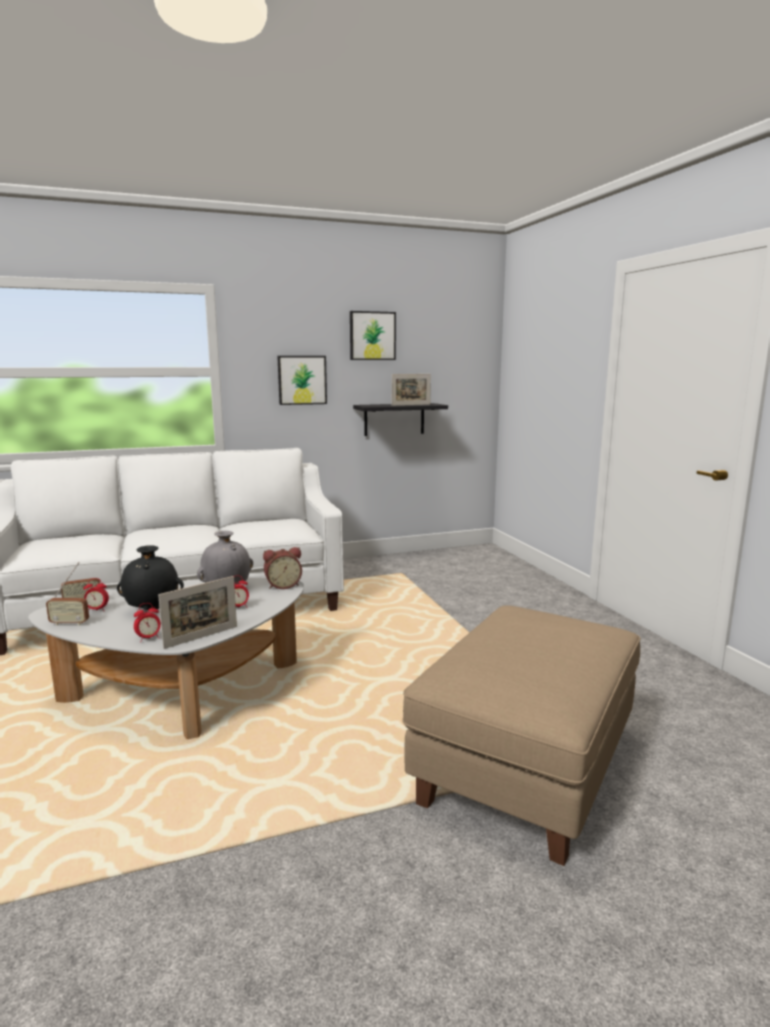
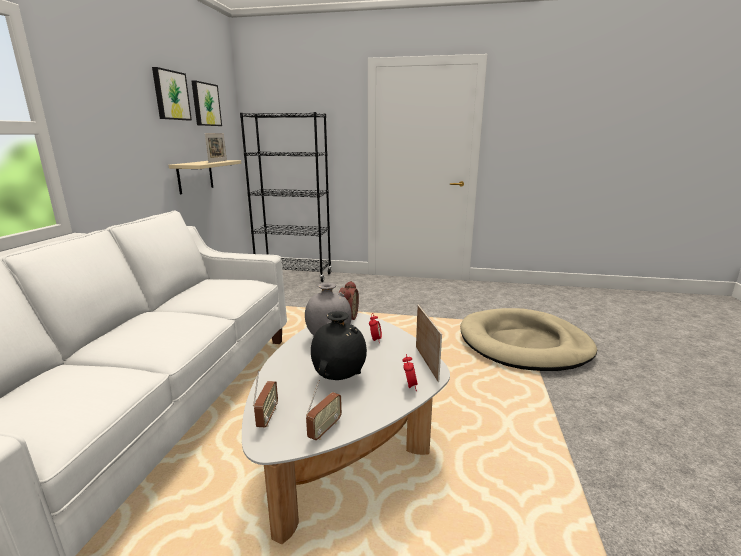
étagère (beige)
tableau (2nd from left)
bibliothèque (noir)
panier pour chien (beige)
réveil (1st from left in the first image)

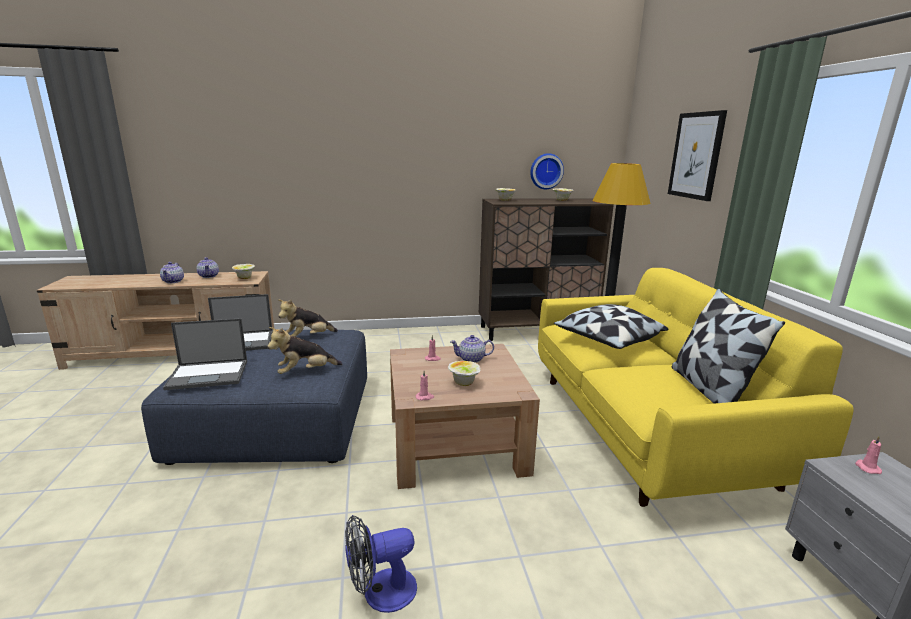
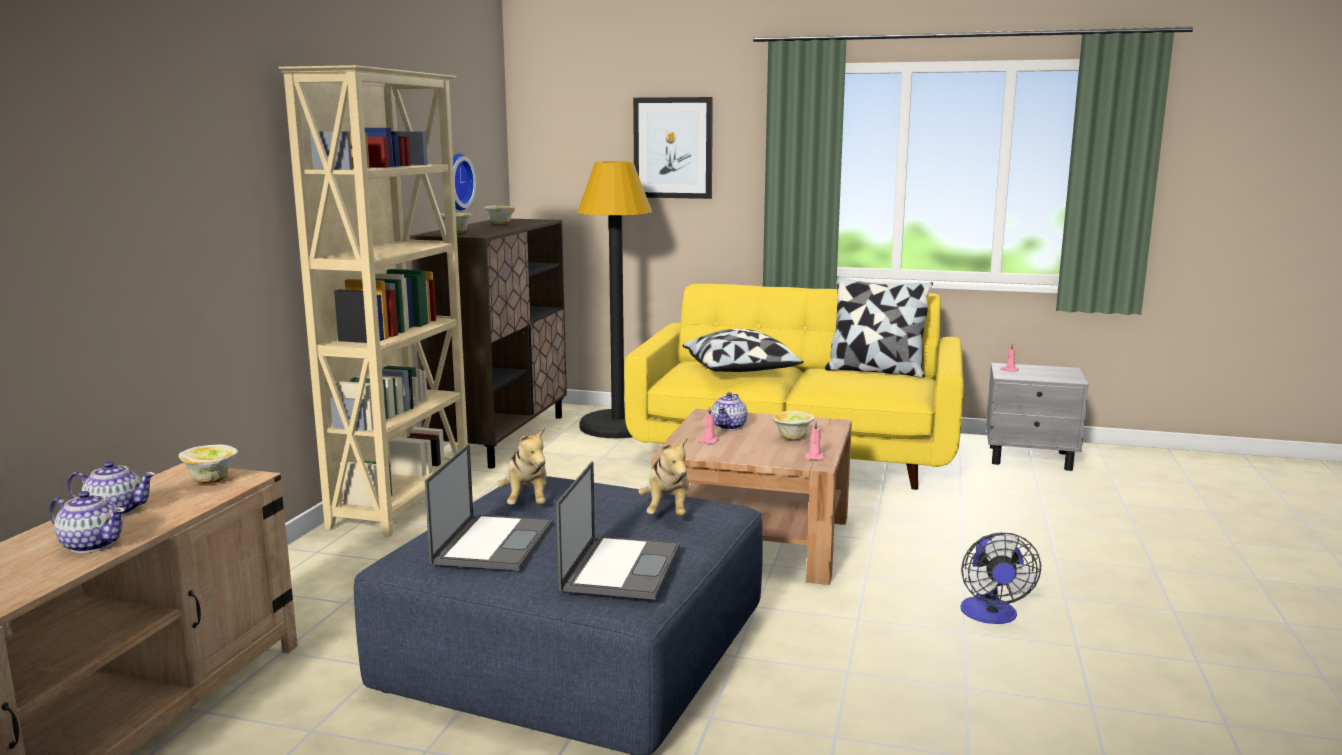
bibliothèque (beige)

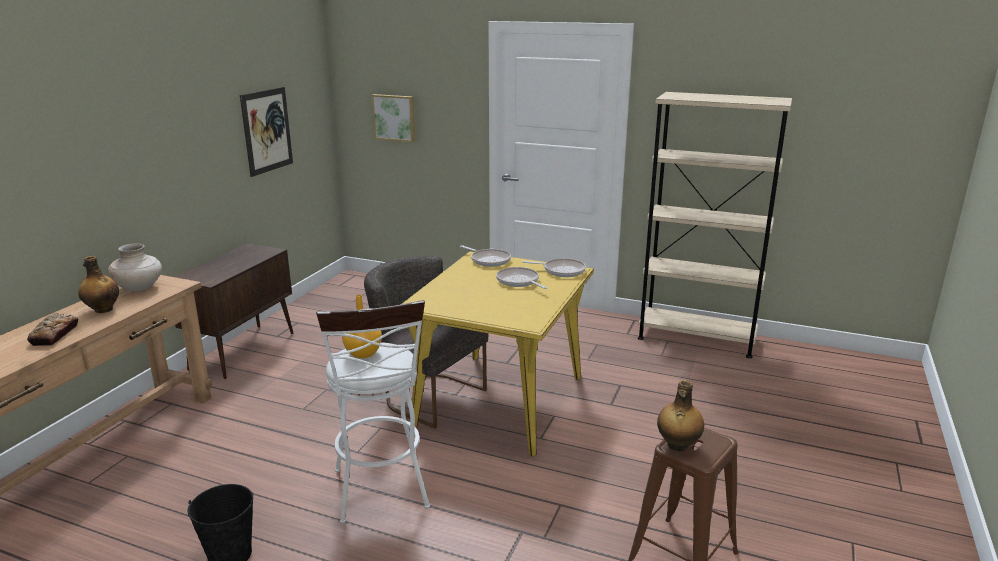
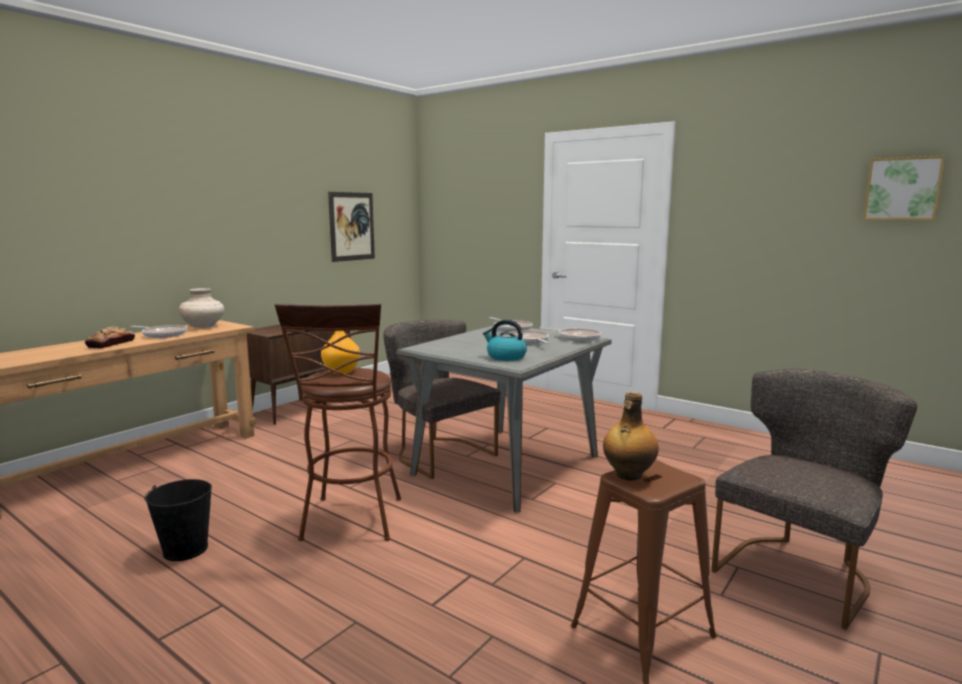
poêle (1st from left)
tabouret (marron) (1st from left)
table à manger (gris)
bouilloire
chaise (gris) (2nd from left)
tableau (2nd from left)
bibliothèque (beige)

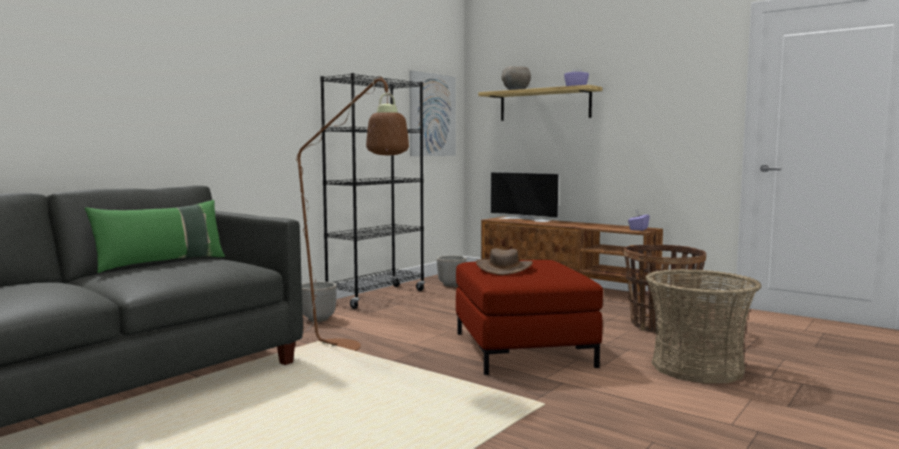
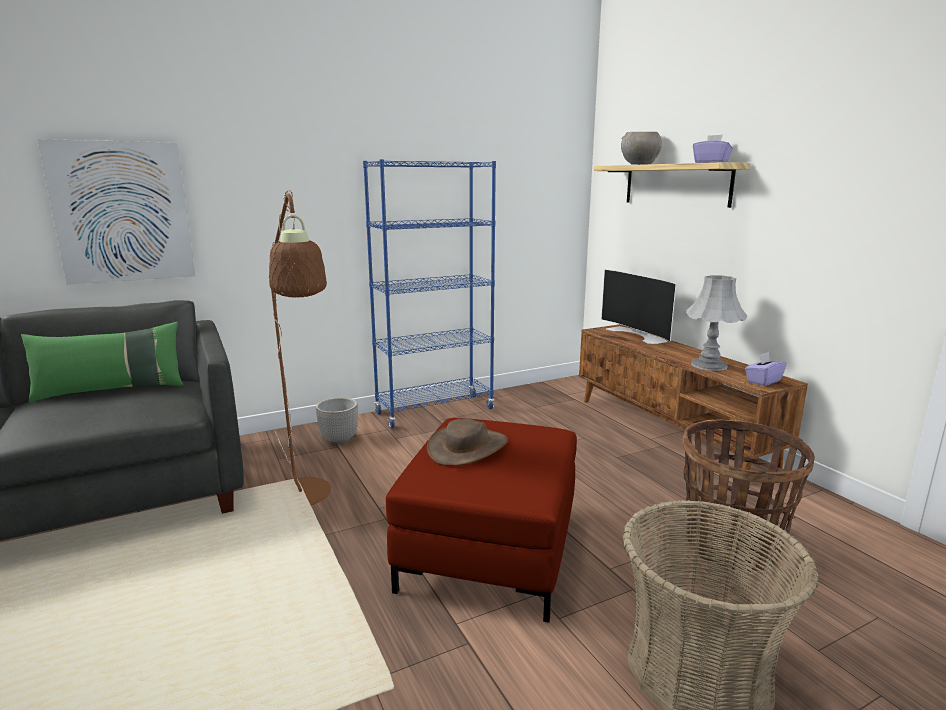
tableau
bibliothèque (bleu)
lampe de table (gris)
cache-pot (2nd from left in the first image)

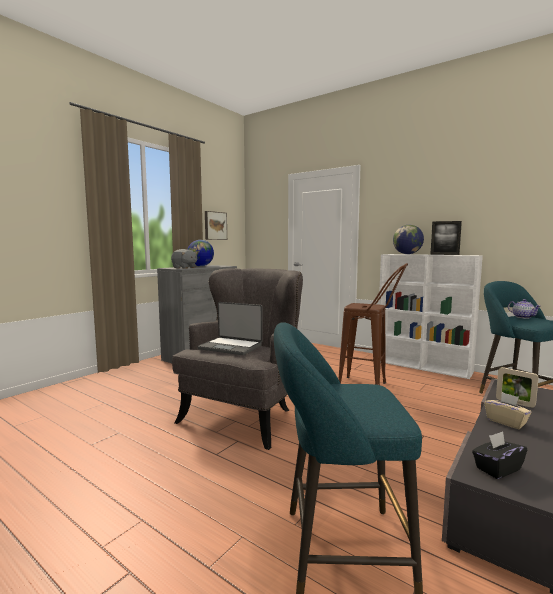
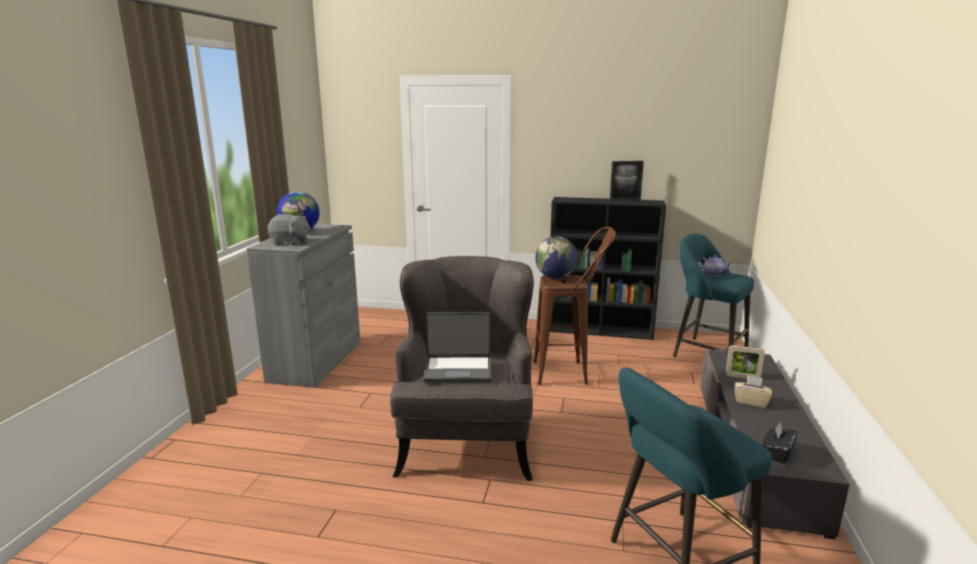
globe (2nd from left)
bibliothèque (noir)
tableau

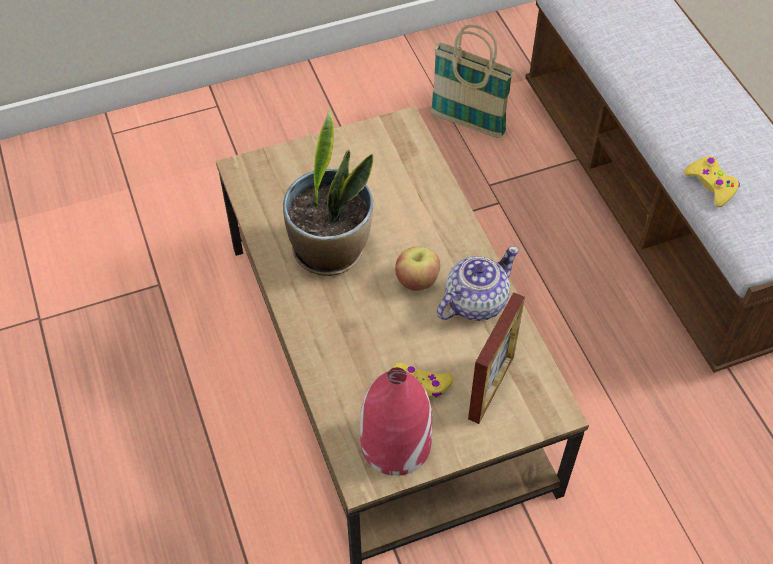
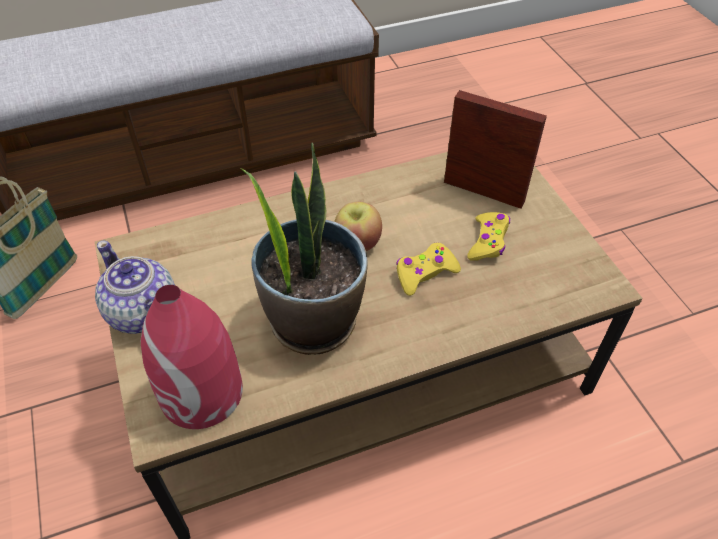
théière
vase (rouge)
manette (jaune) (1st from left)

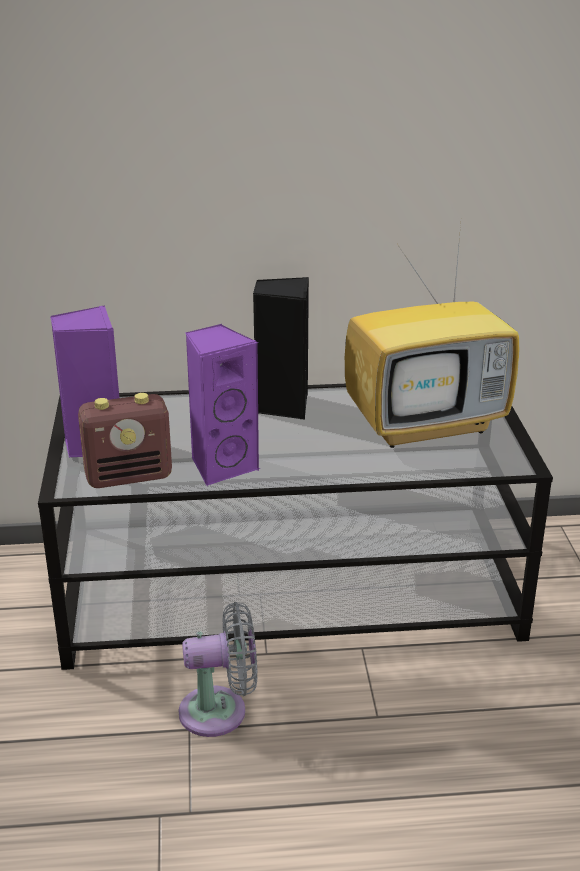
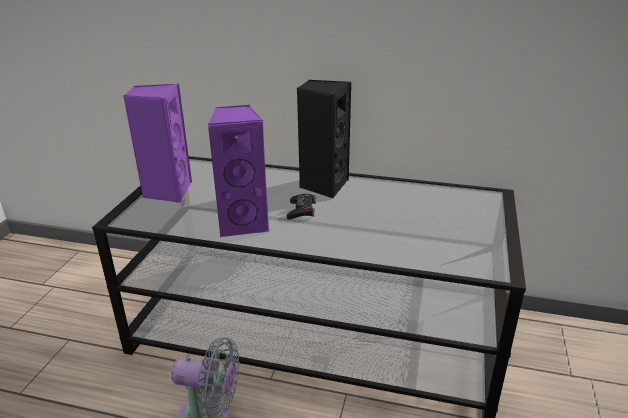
manette (noir)
radio
téléviseur

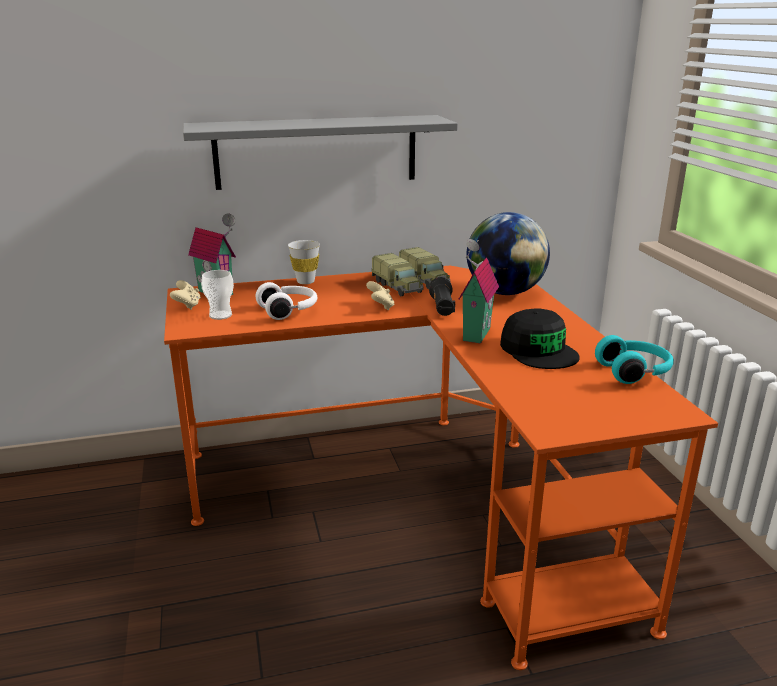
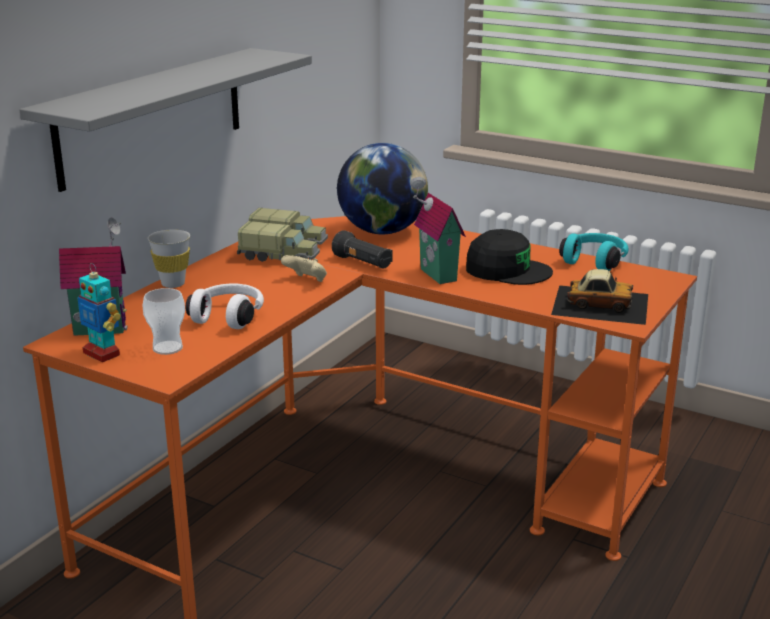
robot jouet
petite voiture

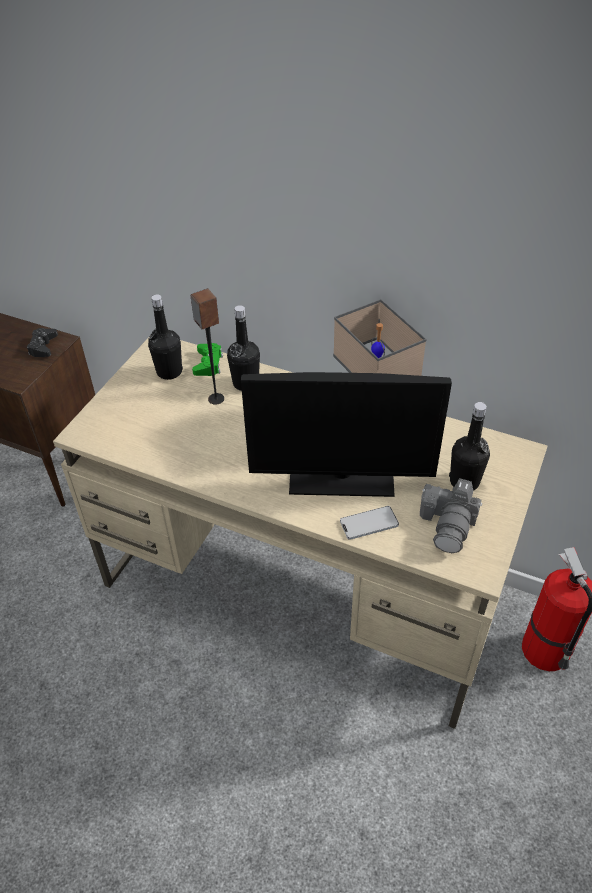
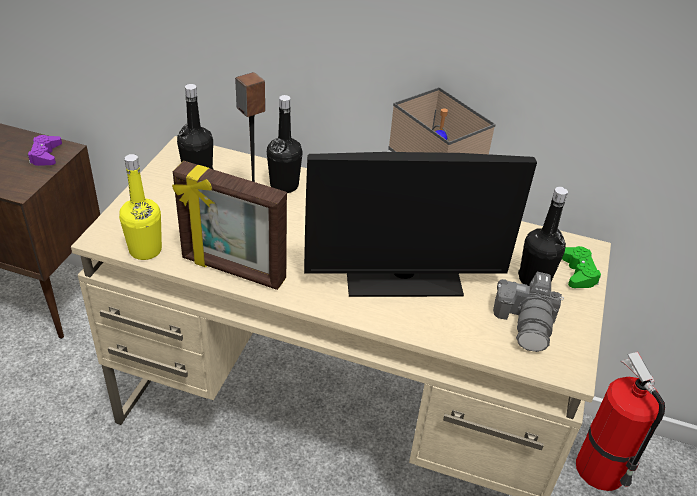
manette (violet)
bouteille (jaune)
cadre photo
manette (vert)
téléphone

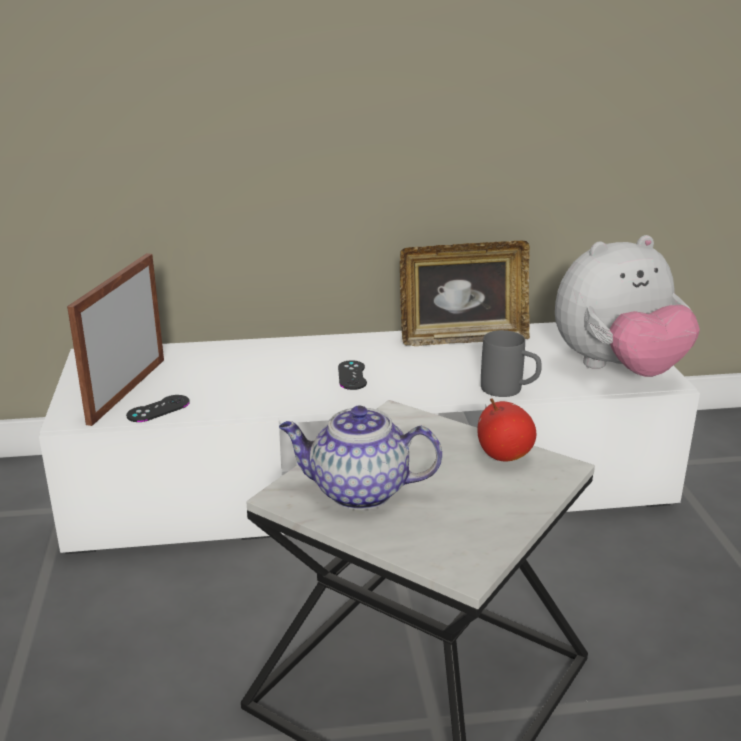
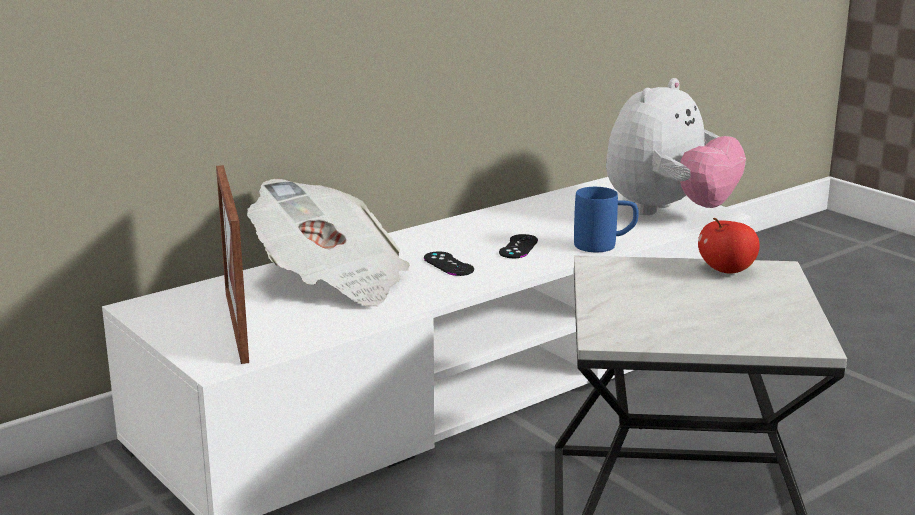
journal
manette (noir) (2nd from left)
mug (bleu)
théière
cadre photo (2nd from left in the first image)

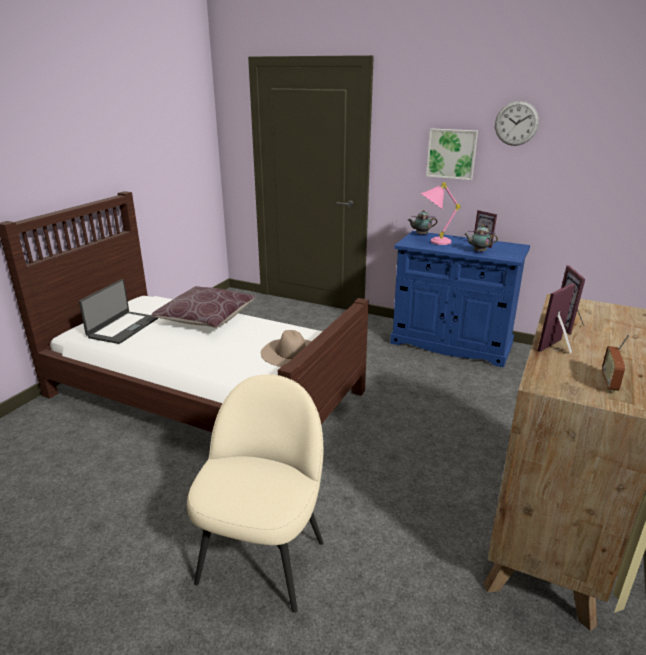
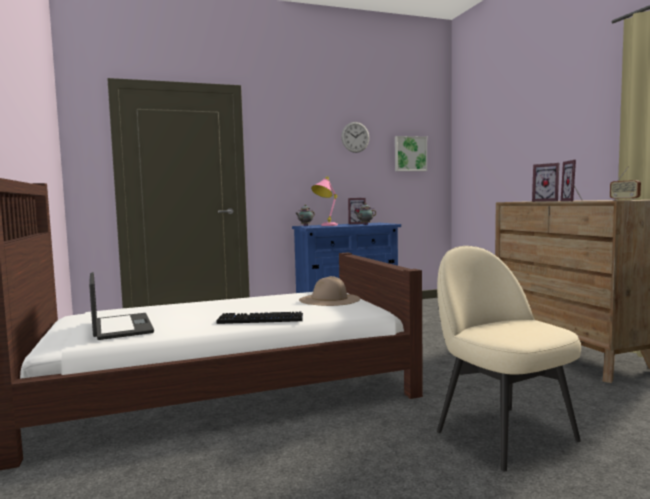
clavier
tableau
coussin (marron)

